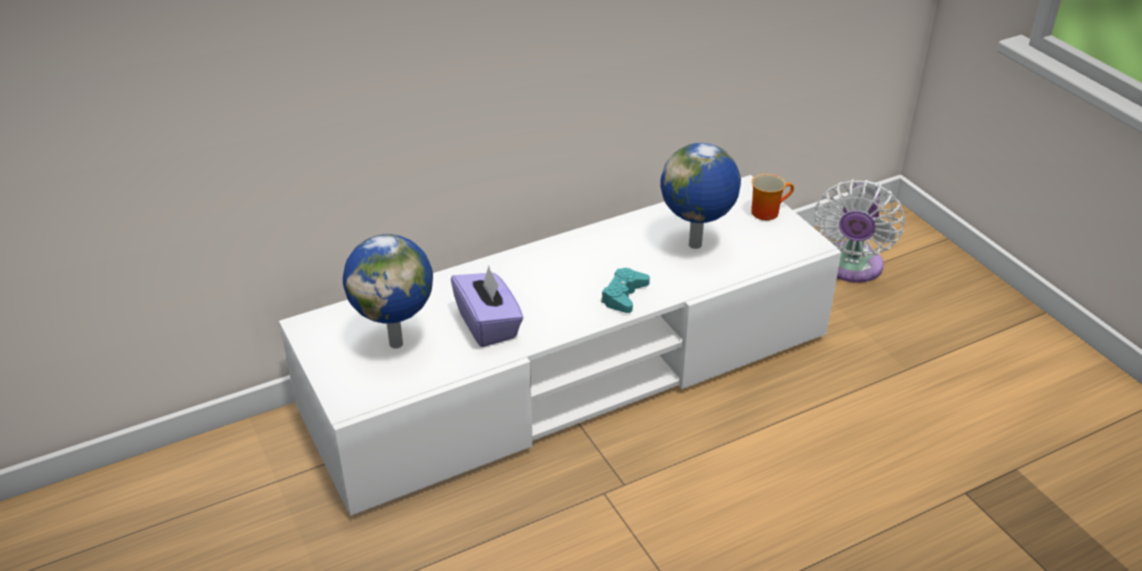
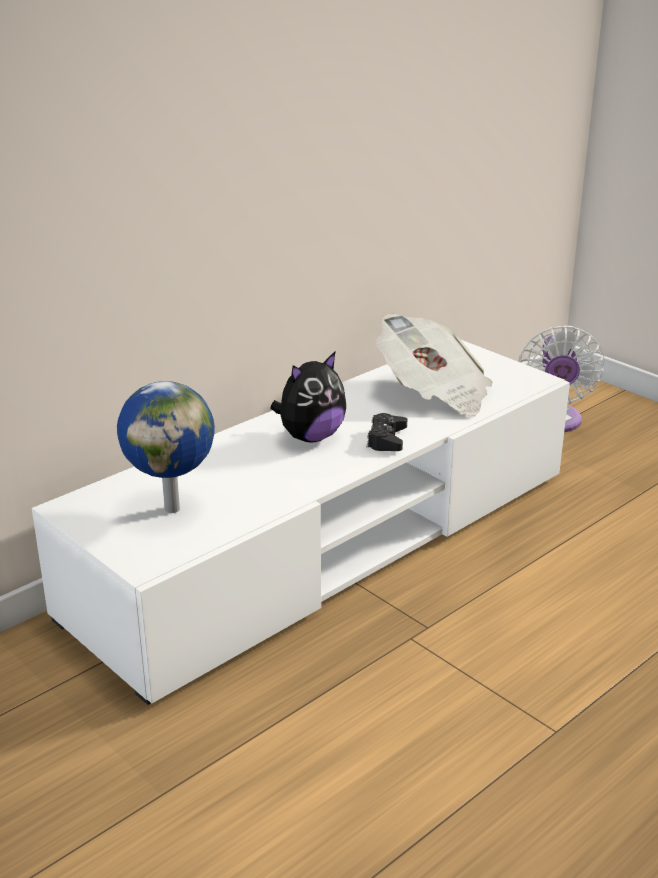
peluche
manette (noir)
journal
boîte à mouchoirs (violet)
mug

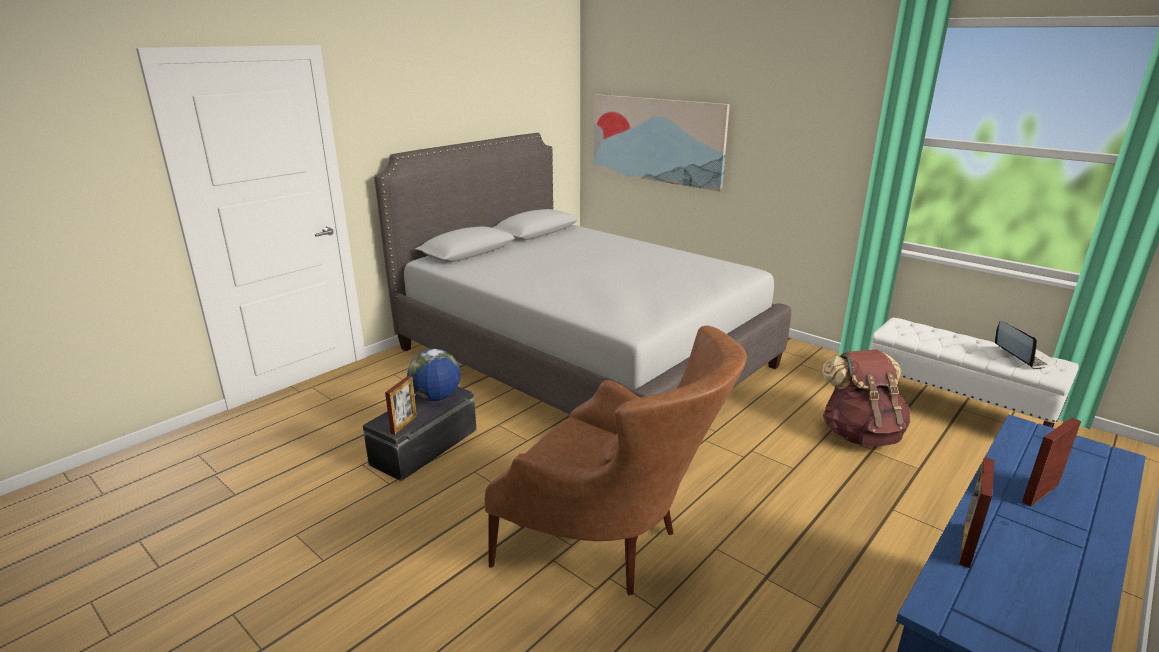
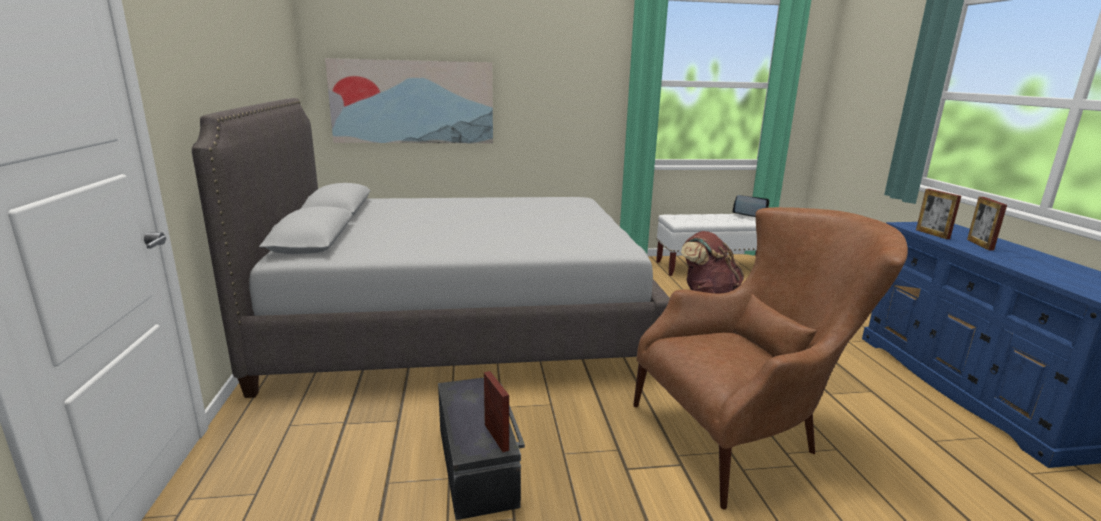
cadre photo (2nd from left)
globe

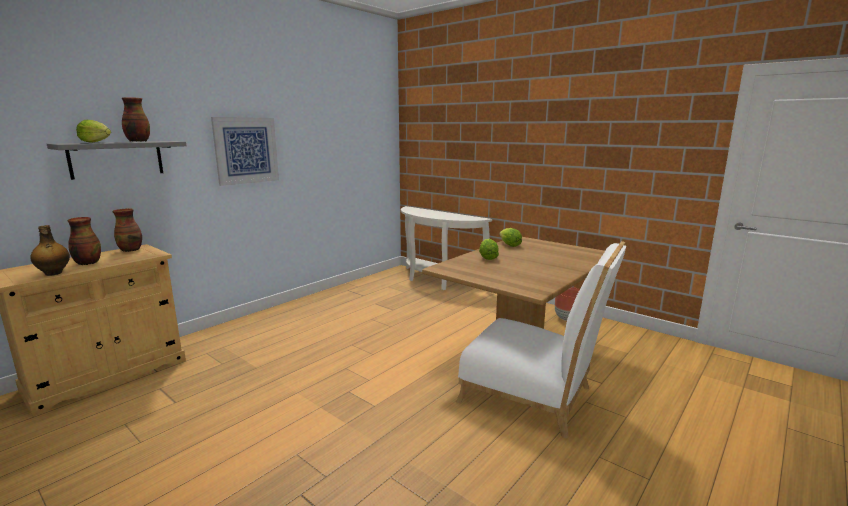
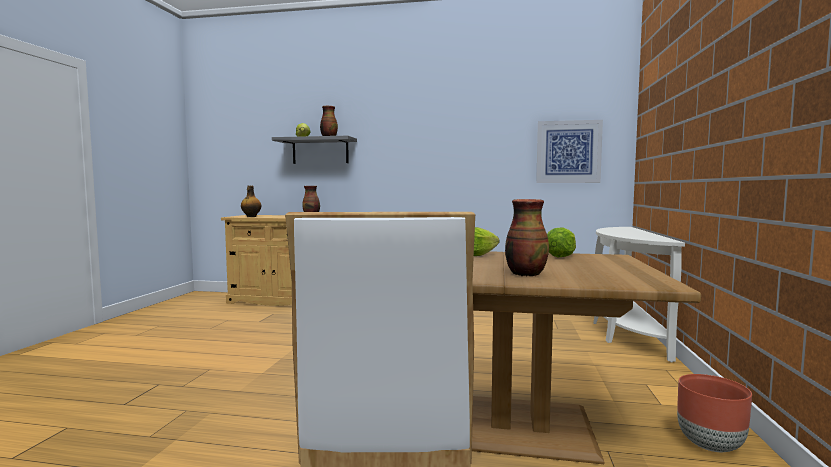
vase (3rd from left)
tableau

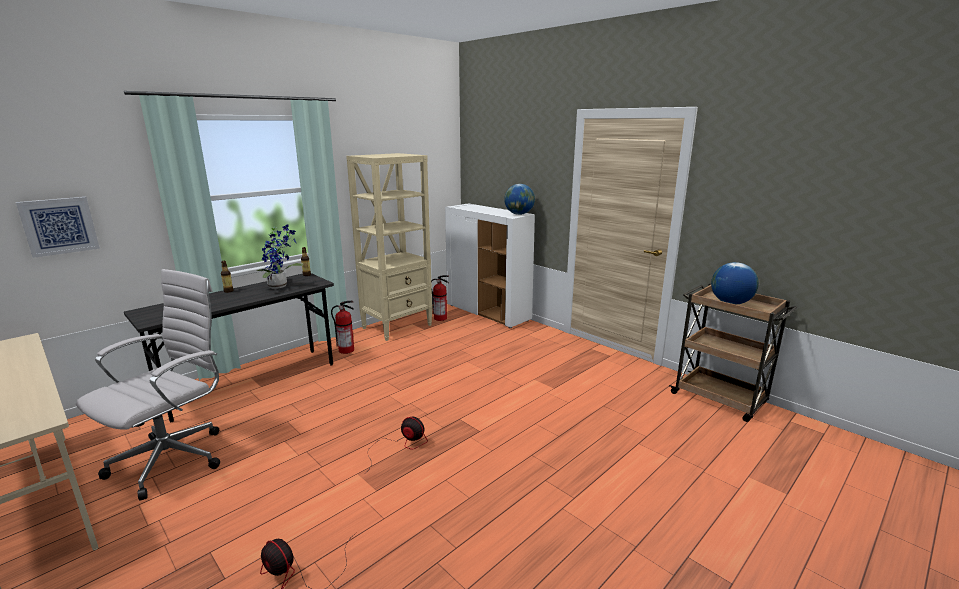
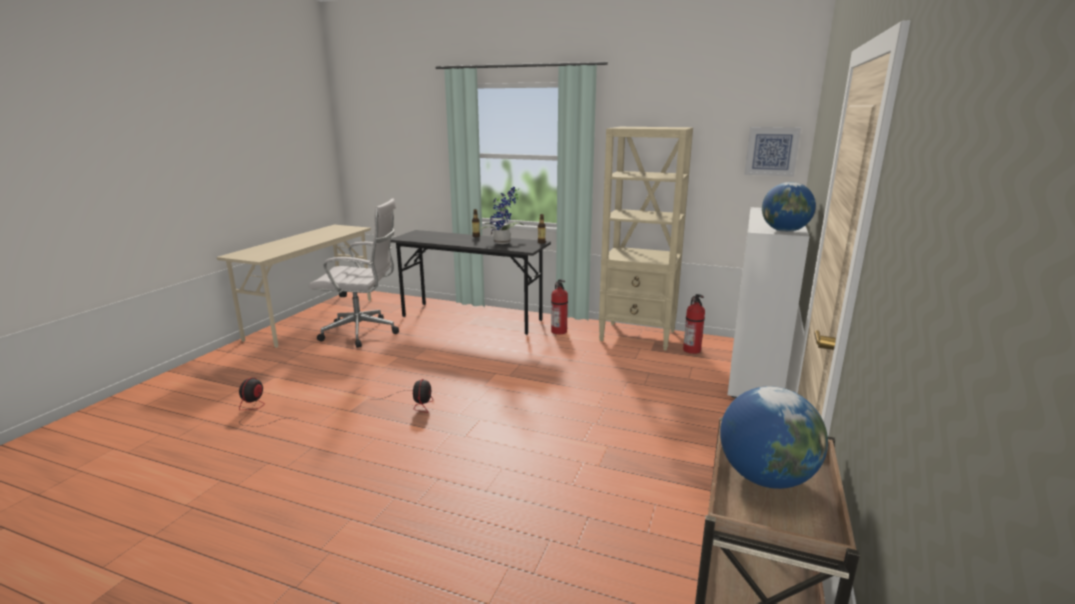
tableau

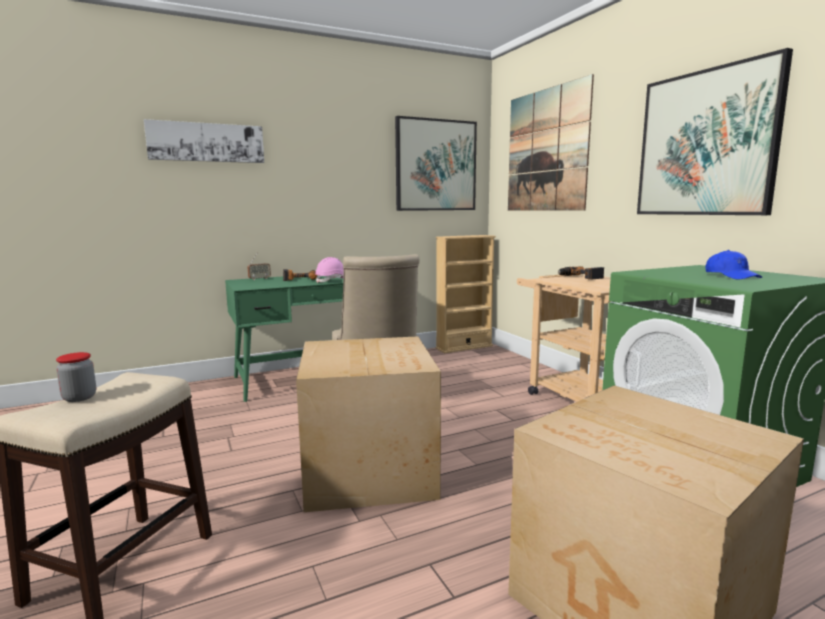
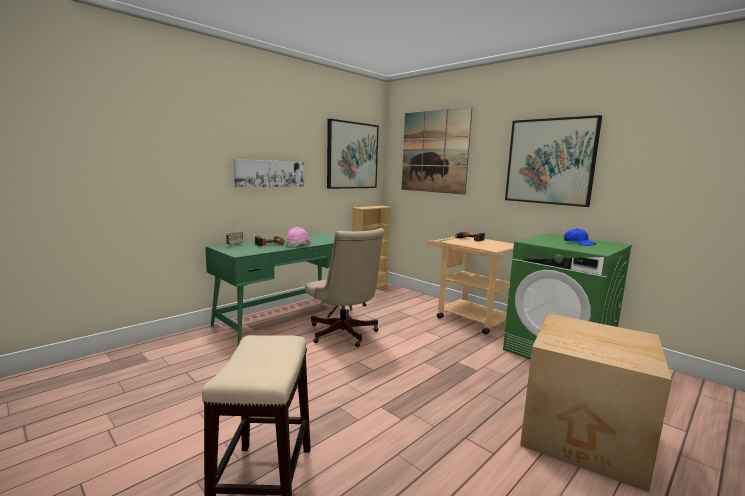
tableau (1st from left)
bocal
carton (1st from left in the first image)

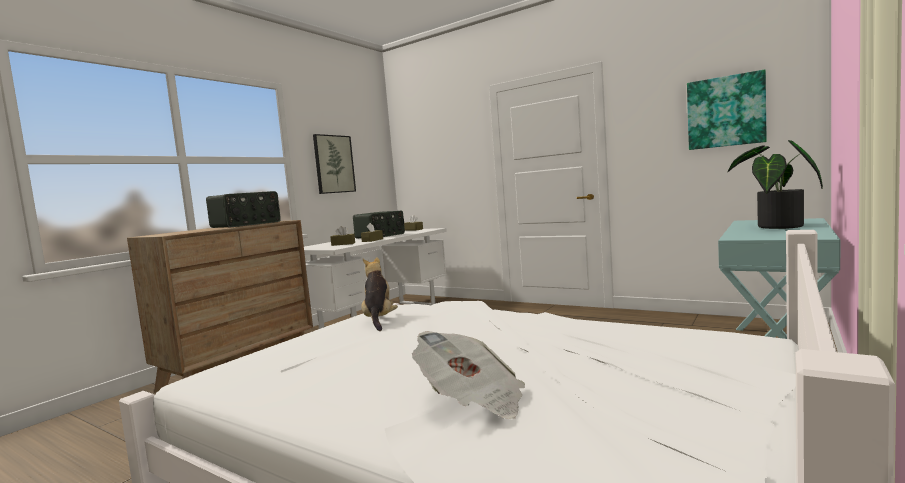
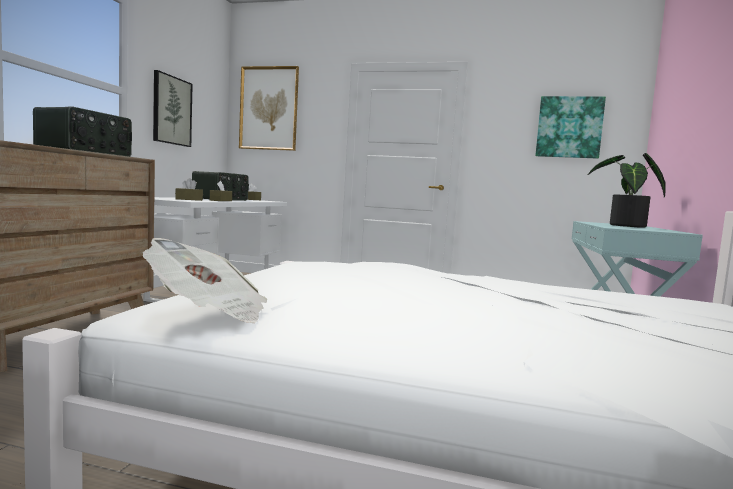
journal
tableau (2nd from left)
peluche

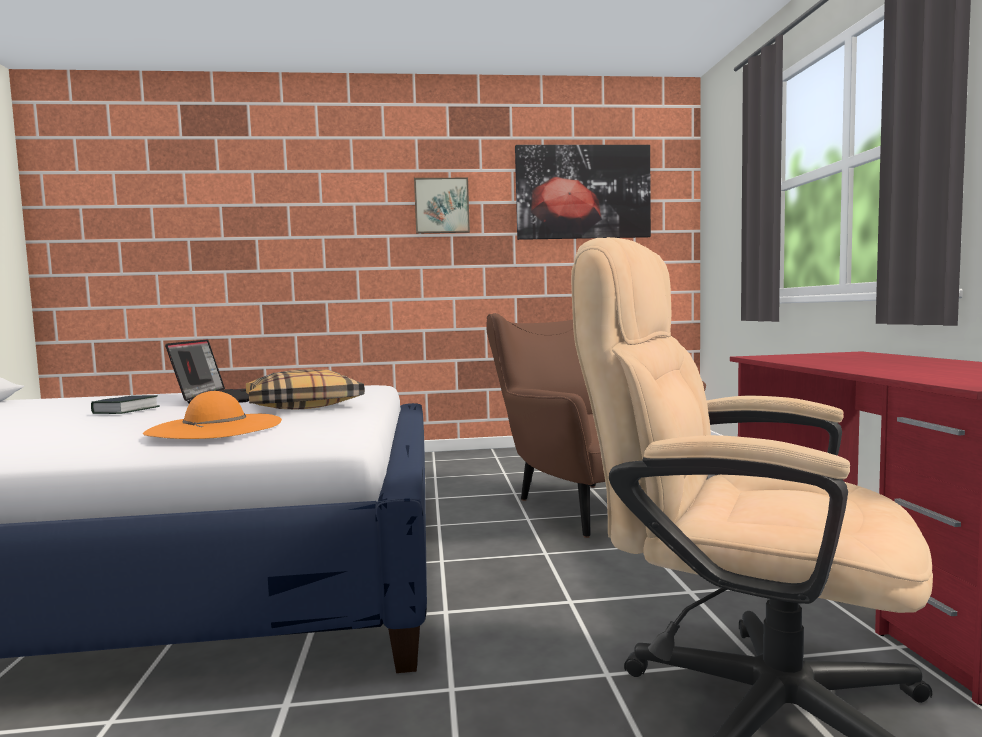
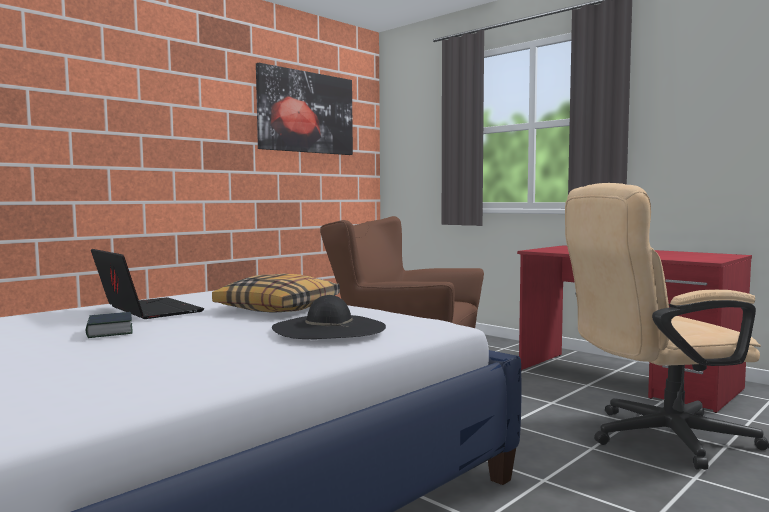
chapeau (noir)
tableau (1st from left in the first image)

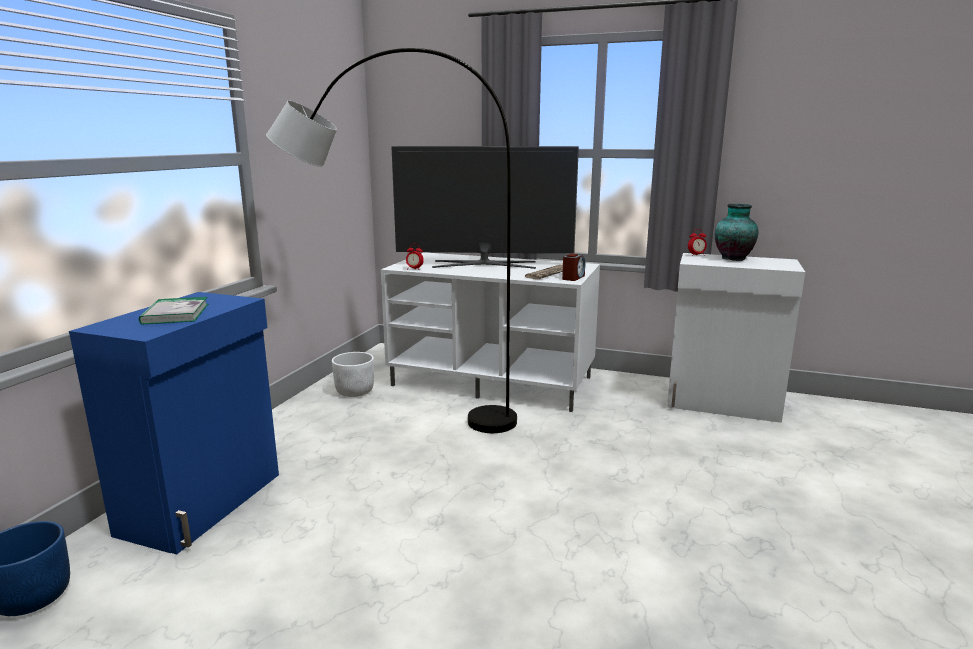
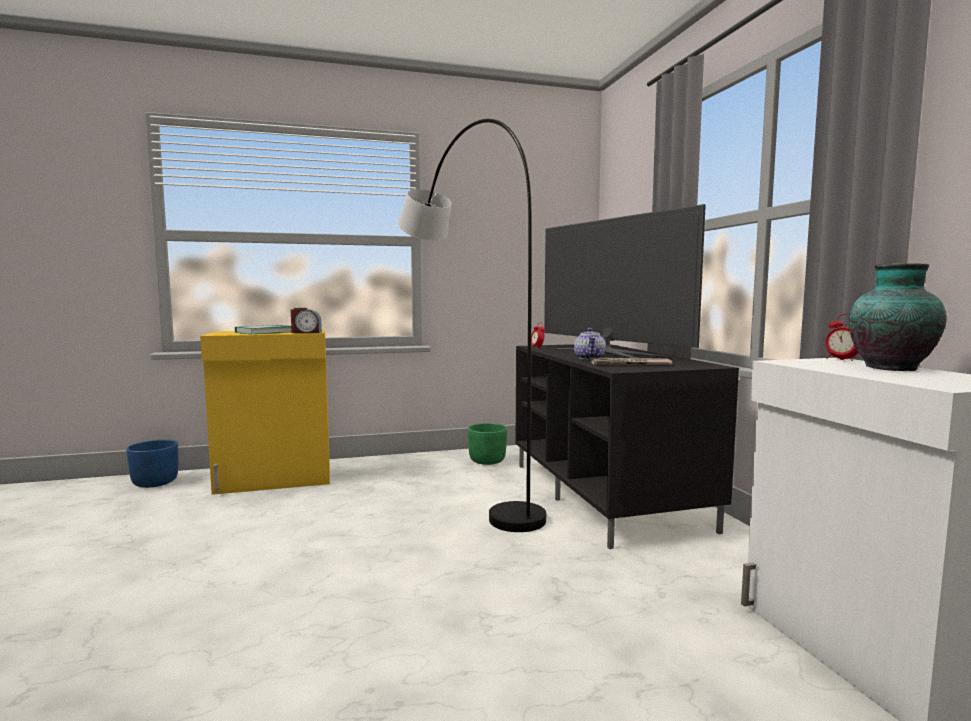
meuble de rangement (jaune)
réveil (1st from left)
cache-pot (vert)
meuble télé (noir)
théière

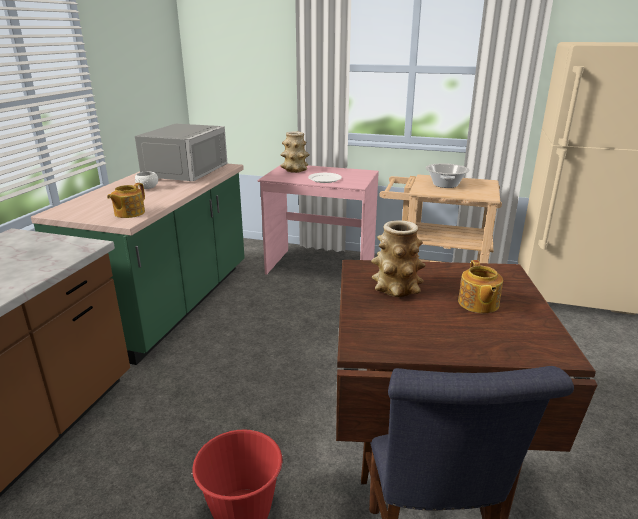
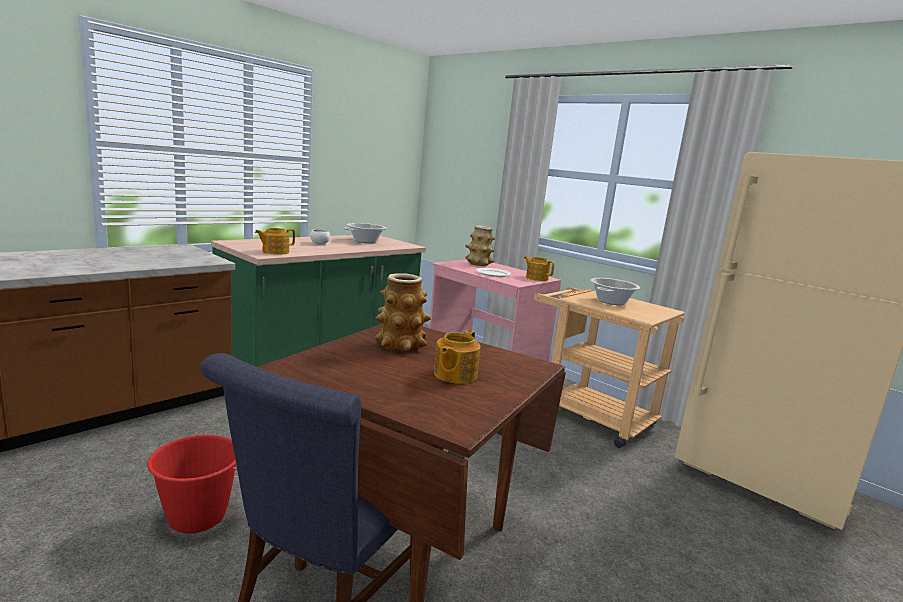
marmite (1st from left)
théière (3rd from left)

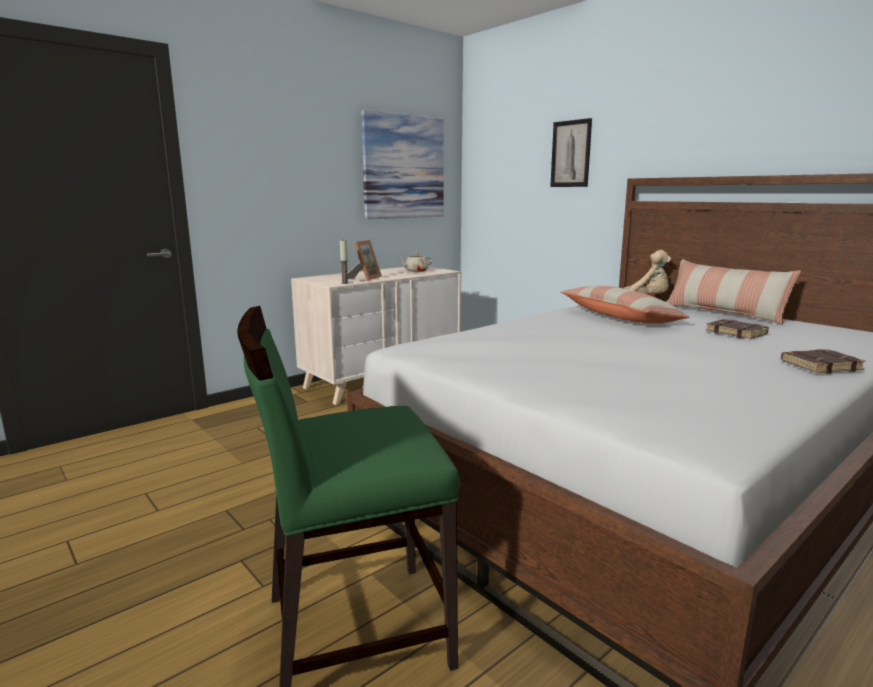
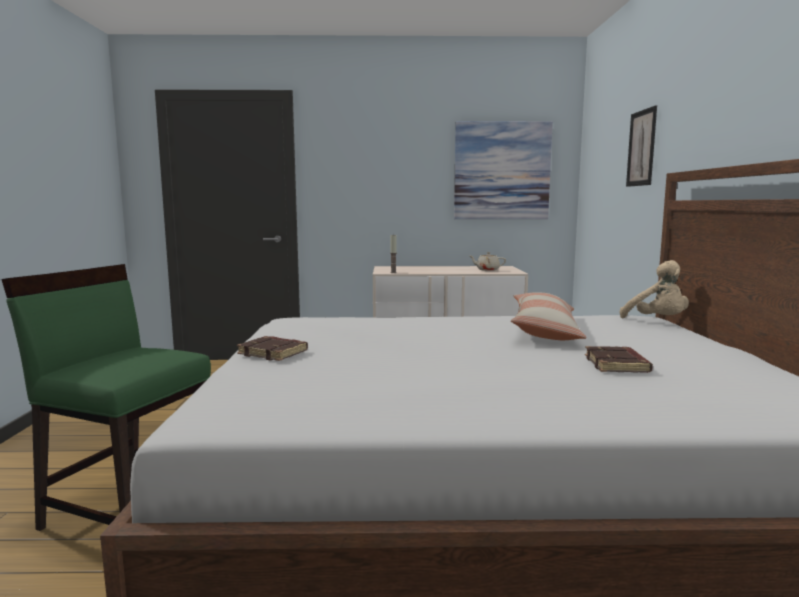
livre (marron) (1st from left)
cadre photo
coussin (2nd from left in the first image)

